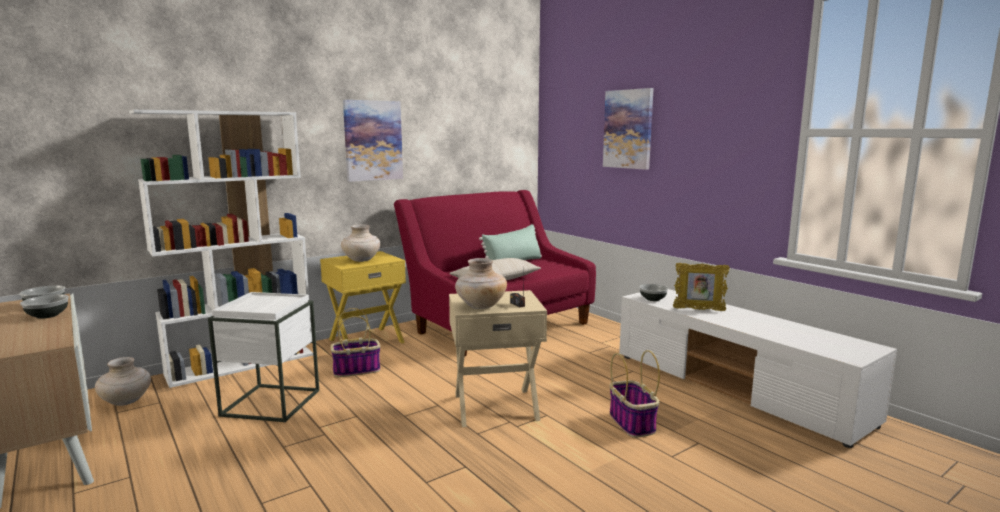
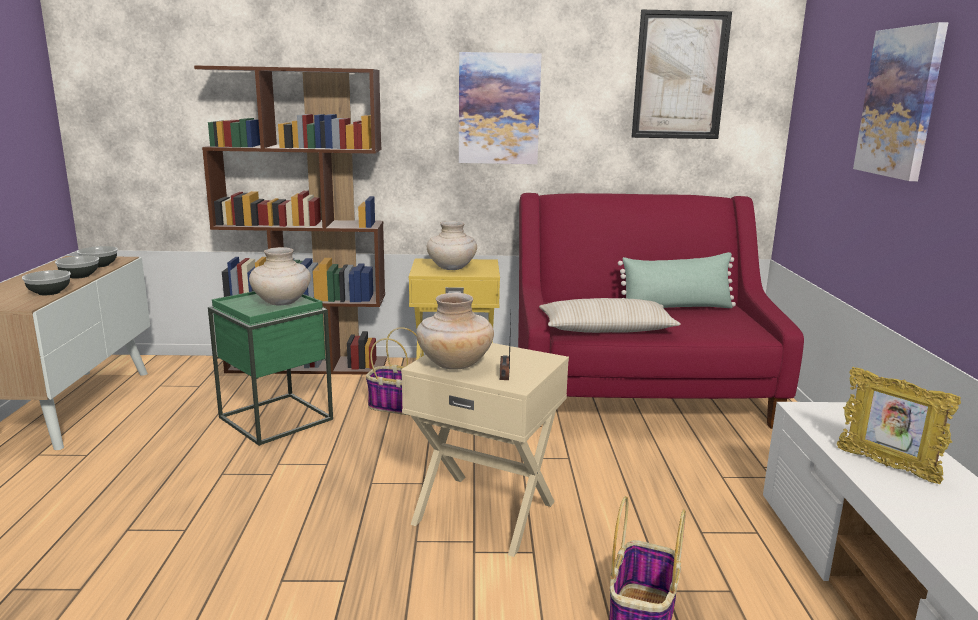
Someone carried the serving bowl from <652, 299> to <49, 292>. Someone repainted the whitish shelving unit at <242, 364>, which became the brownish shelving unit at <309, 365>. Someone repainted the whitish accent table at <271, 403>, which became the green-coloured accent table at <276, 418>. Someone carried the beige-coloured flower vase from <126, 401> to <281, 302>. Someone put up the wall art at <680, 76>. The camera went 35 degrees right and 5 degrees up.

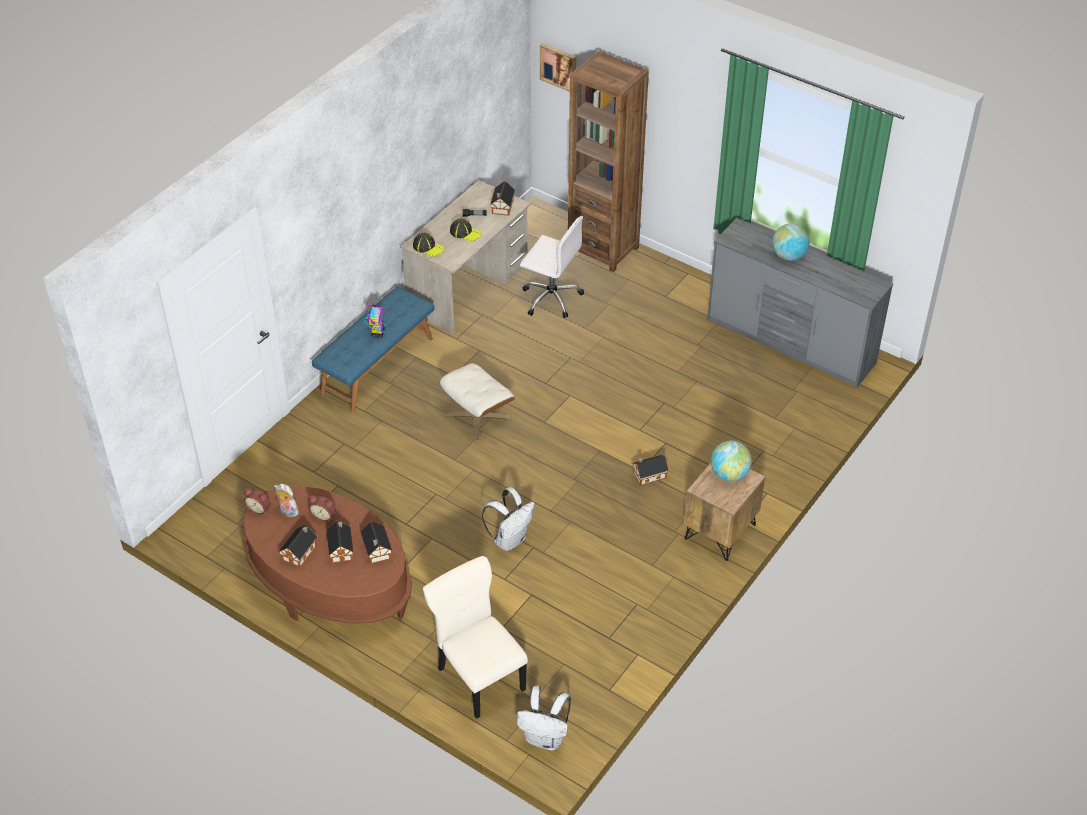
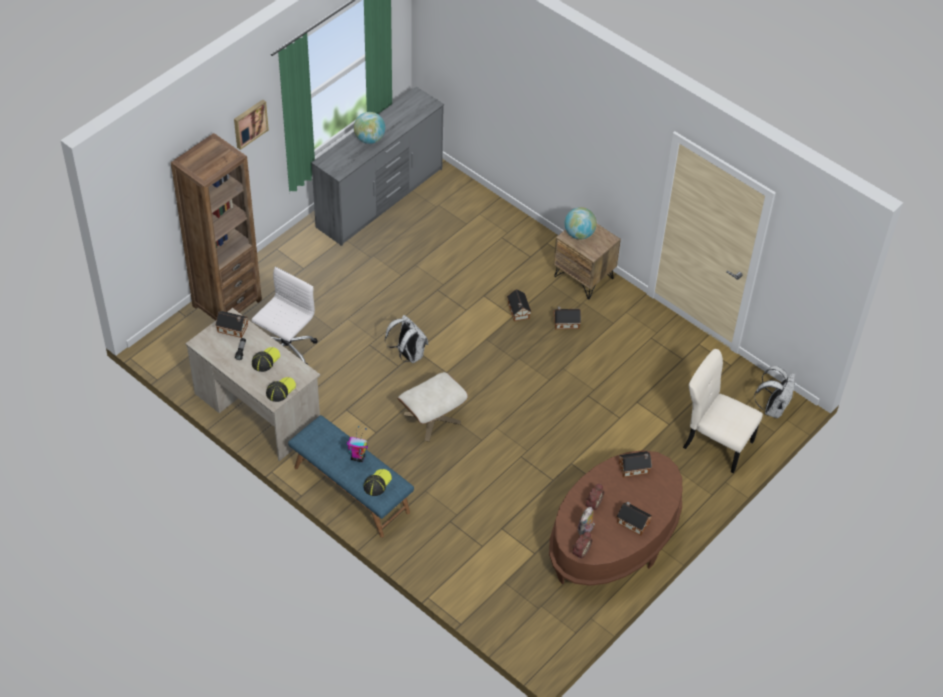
Someone carried the wall art from <559, 66> to <249, 123>. Someone put down the cap at <377, 483>. Someone carried the whitish rucksack from <510, 539> to <408, 355>. Someone carried the miniature house from <341, 548> to <565, 322>. Someone rotated the beige-coloured upright chair at <479, 676> by 60 degrees clockwise. The camera went 85 degrees left and 5 degrees up.

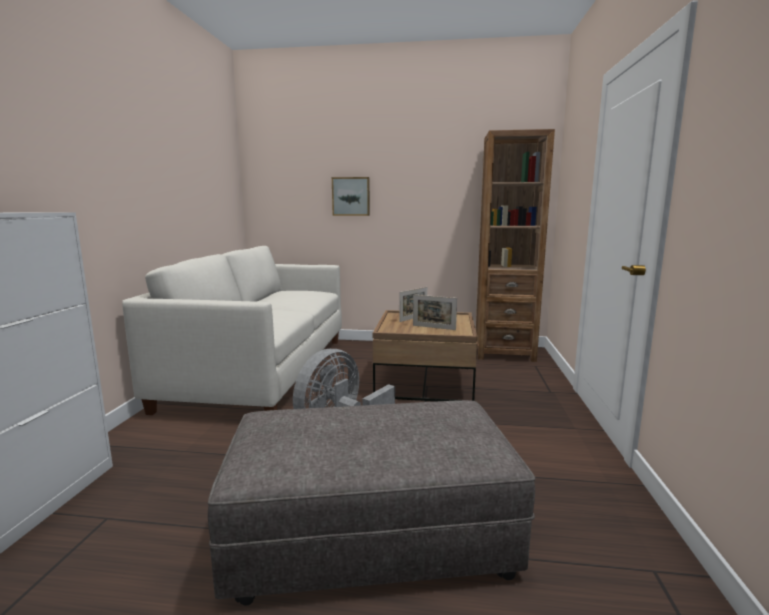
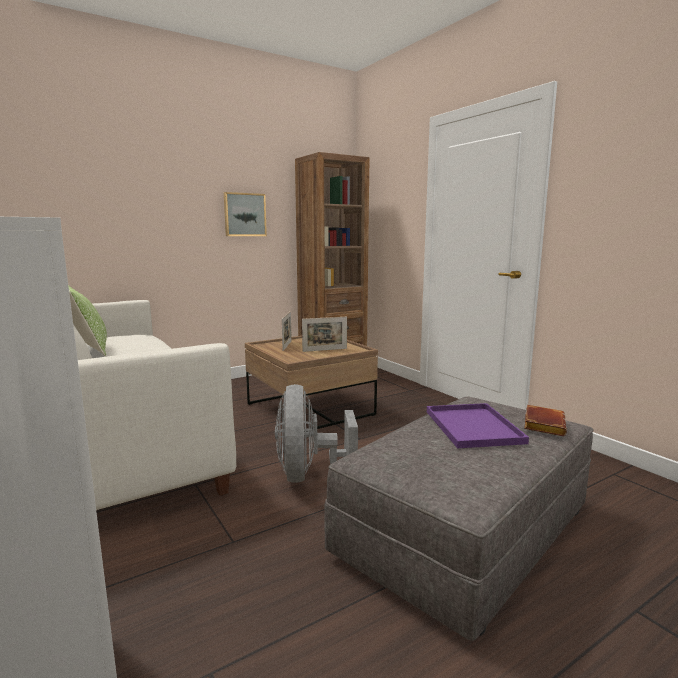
Someone put down the throw pillow at <90, 350>. Someone carried the wall art from <351, 196> to <244, 214>. Someone put down the purplish tray at <471, 426>. Someone put down the brownish bound book at <542, 424>. The camera went 40 degrees left and 0 degrees up.

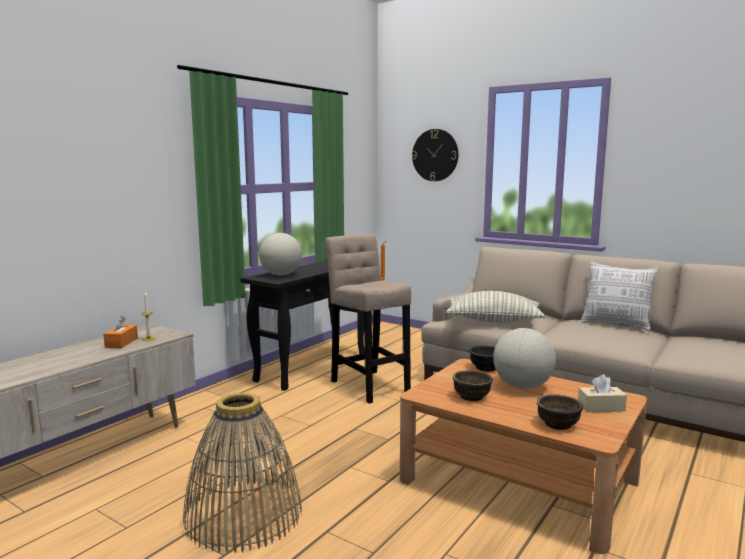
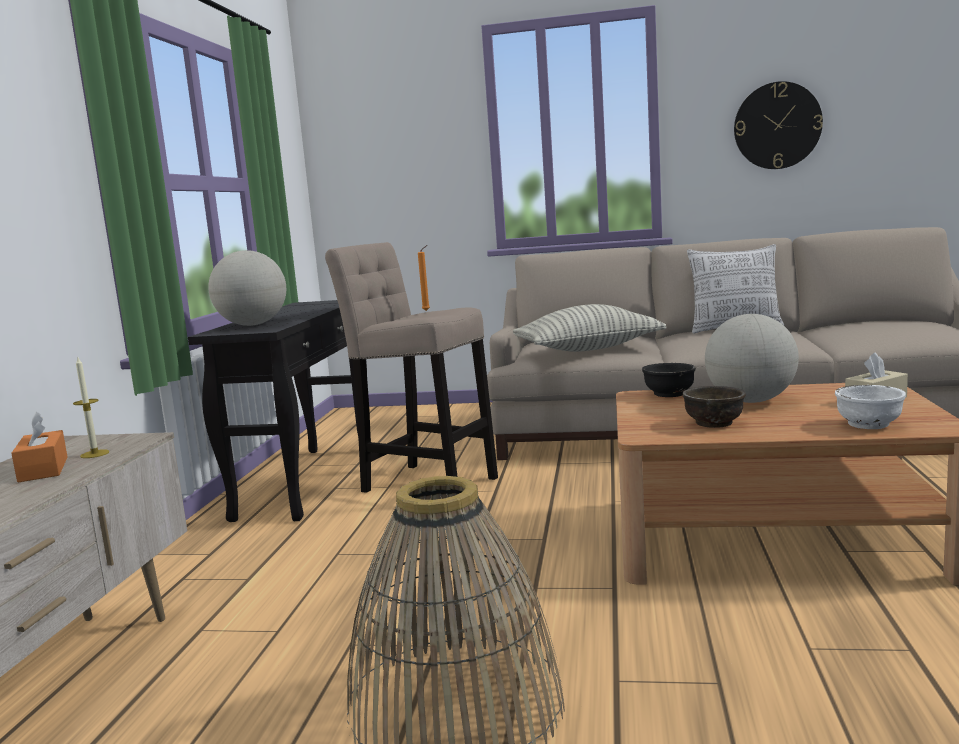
Someone carried the clock on the wall from <435, 155> to <777, 126>. Someone repainted the brownish serving bowl at <558, 424>, which became the whitish serving bowl at <868, 424>. The camera went 25 degrees left and 0 degrees up.

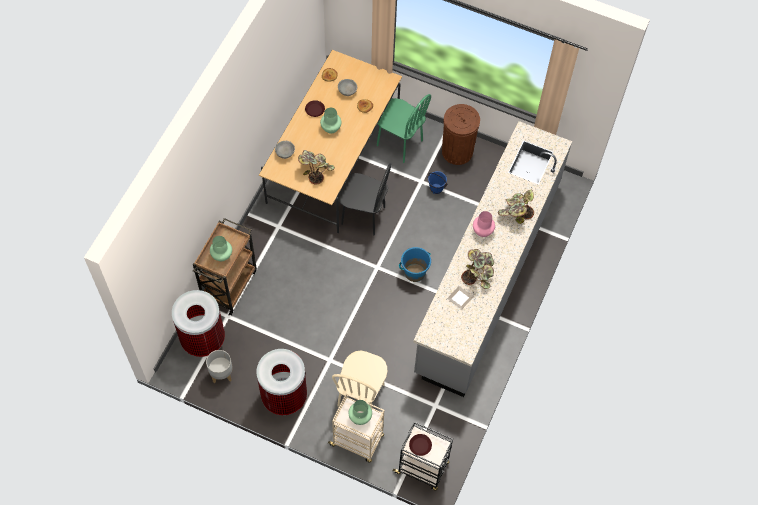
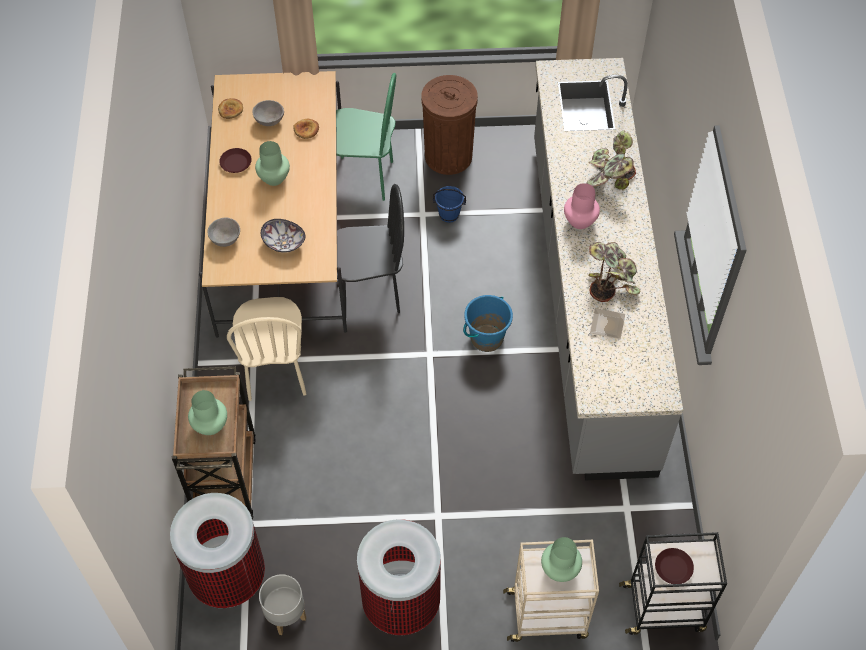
Someone carried the beige-coloured upright chair from <361, 395> to <275, 373>. Someone swapped the plant in a pot at <315, 170> for the serving bowl at <284, 243>. The camera went 25 degrees left and 5 degrees down.

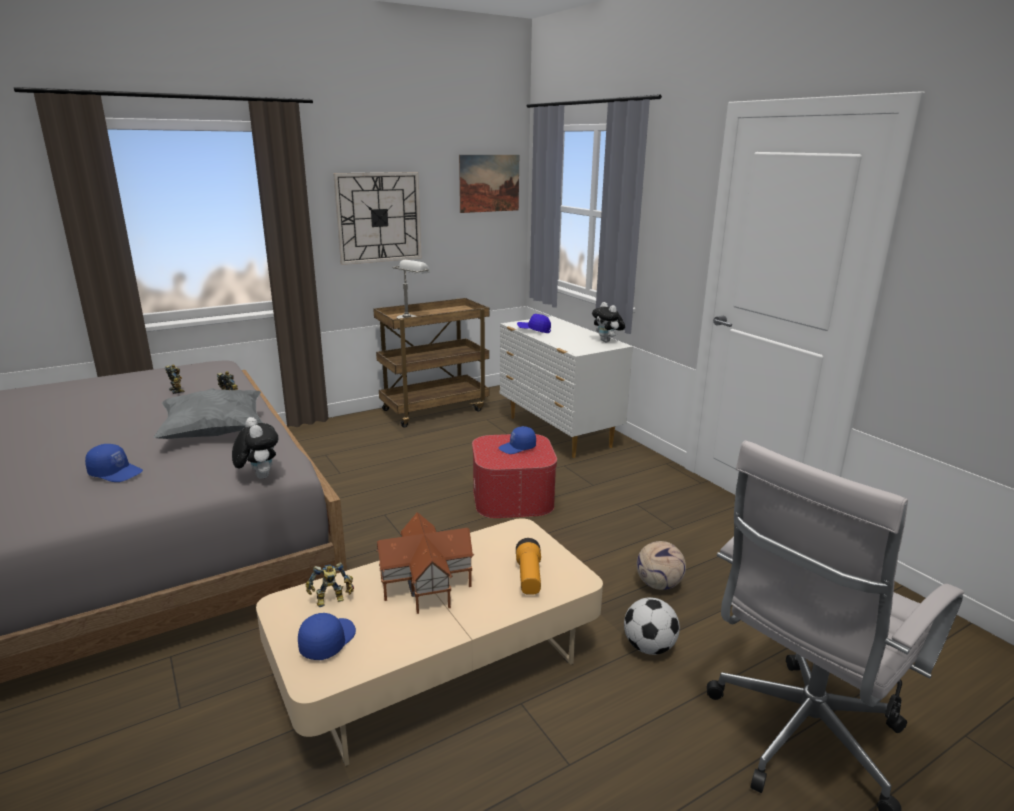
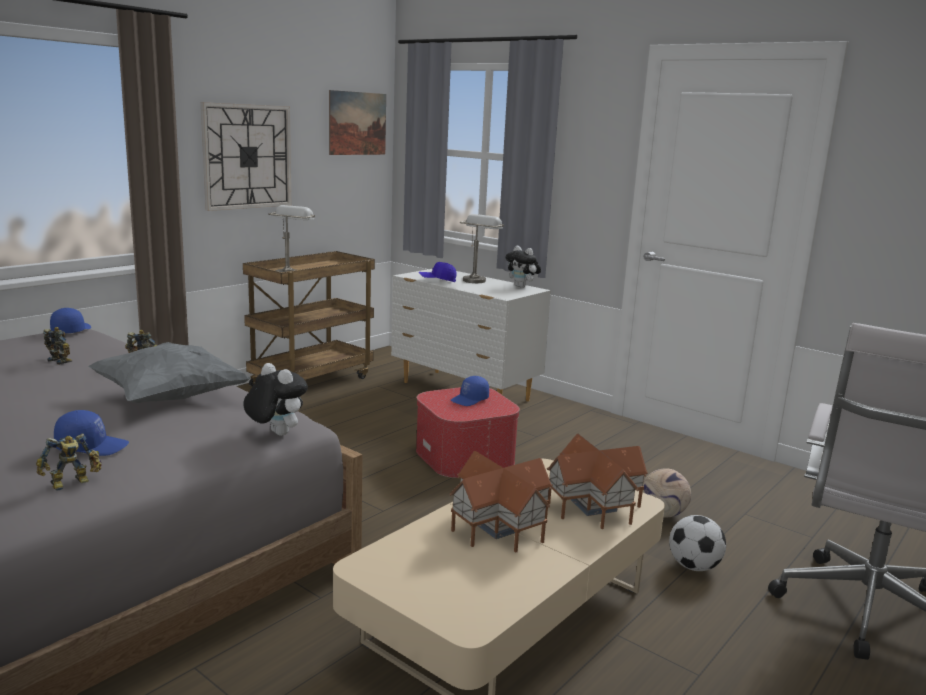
Someone carried the model robot from <331, 600> to <72, 483>. Someone carried the blue-coloured cap from <327, 641> to <71, 330>. Someone put down the gray table lamp at <477, 279>. Someone swapped the hand torch at <529, 577> for the miniature house at <593, 506>. The camera went 20 degrees left and 5 degrees down.

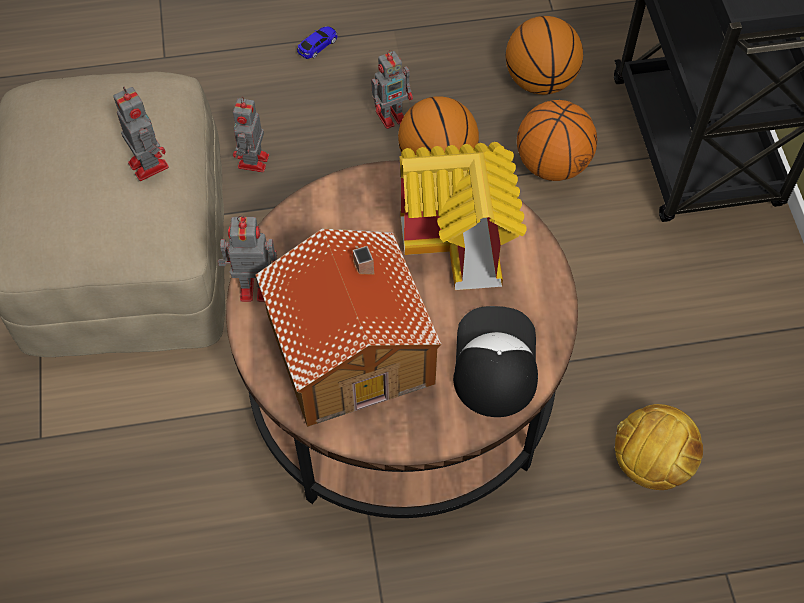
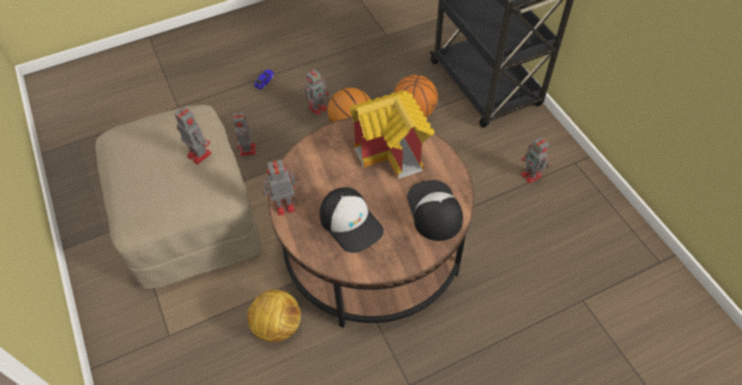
Someone carried the ball for football from <650, 464> to <277, 326>. Someone swapped the miniature house at <352, 345> for the cap at <351, 223>. Someone put down the model robot at <531, 176>. Someone took away the basketball at <539, 81>. The camera went 15 degrees left and 5 degrees down.

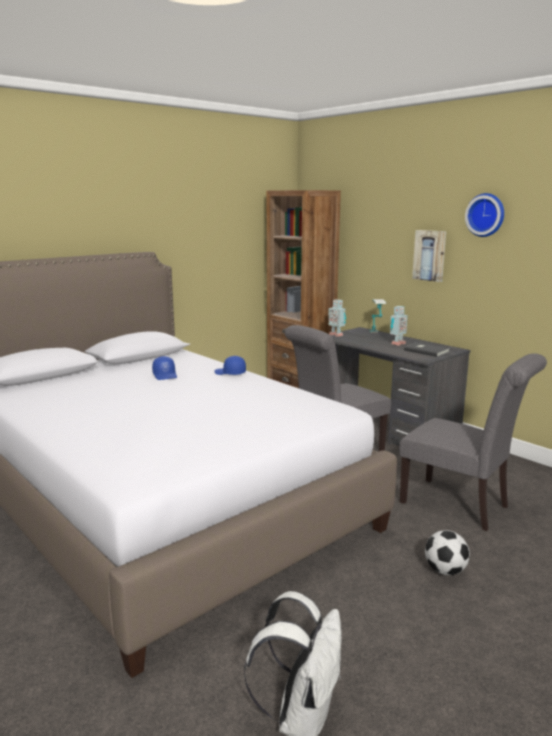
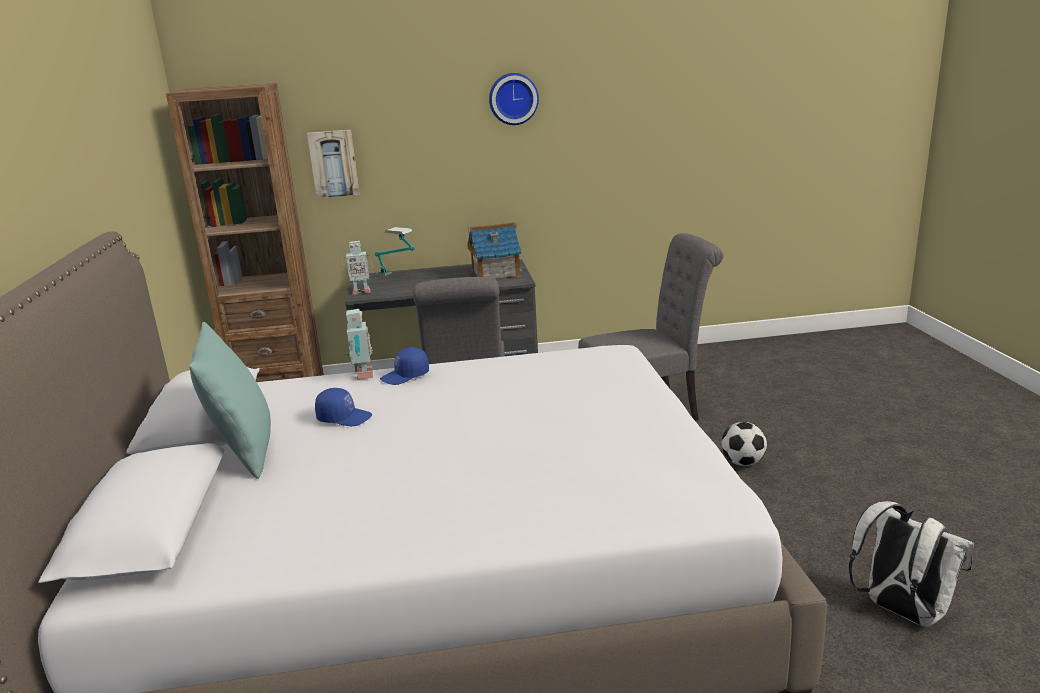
Someone put down the turquoise-coloured throw pillow at <244, 450>. Someone carried the wall art from <430, 255> to <333, 163>. Someone carried the model robot from <397, 344> to <362, 375>. Someone swapped the gray bound book at <426, 350> for the miniature house at <495, 273>. The camera went 55 degrees left and 5 degrees up.

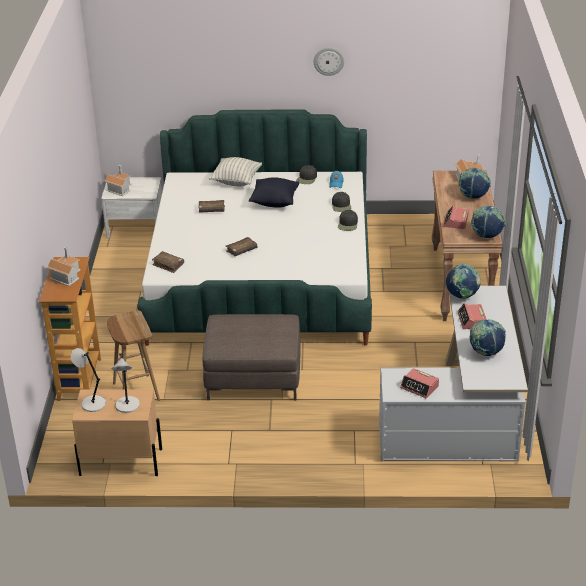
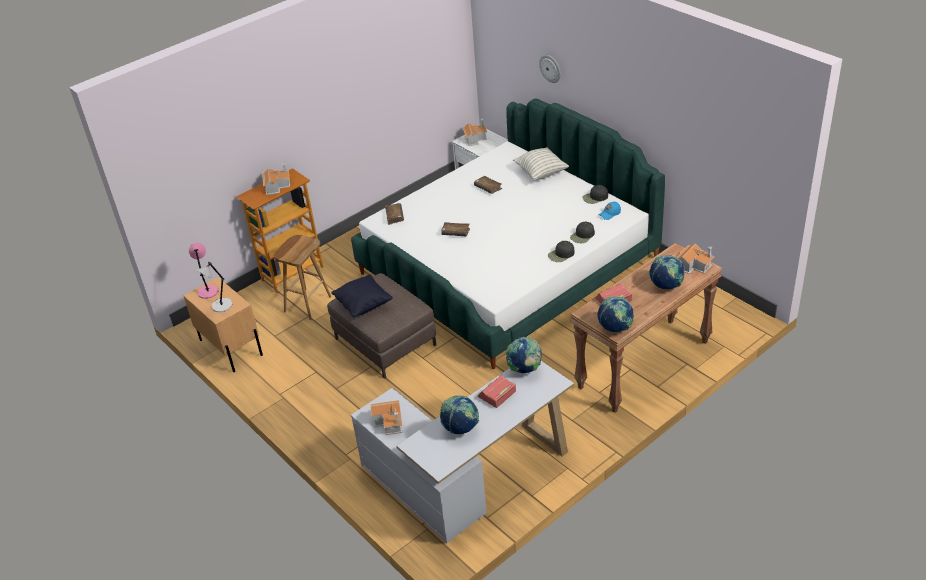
Someone repainted the gray table lamp at <92, 403>, which became the pink table lamp at <208, 291>. Someone carried the blackish throw pillow from <274, 202> to <363, 305>. Someone swapped the table clock at <419, 387> for the miniature house at <390, 422>. Someone carried the clock on the wall from <328, 61> to <550, 68>. The camera went 50 degrees right and 5 degrees up.

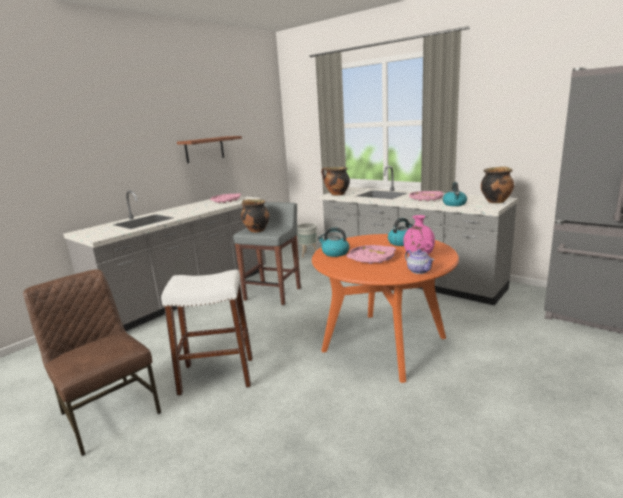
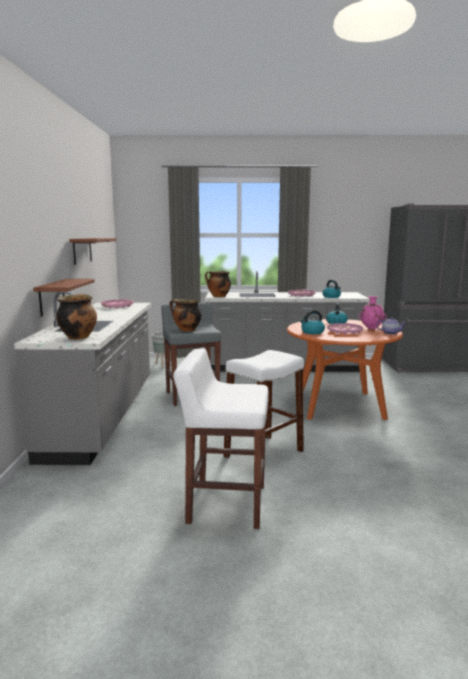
Someone put up the brownish wall shelf at <52, 297>. Someone carried the saucepot from <496, 201> to <78, 337>. Someone swapped the brownish upright chair at <108, 413> for the whitish stool seat at <225, 504>. The camera went 40 degrees left and 5 degrees down.

